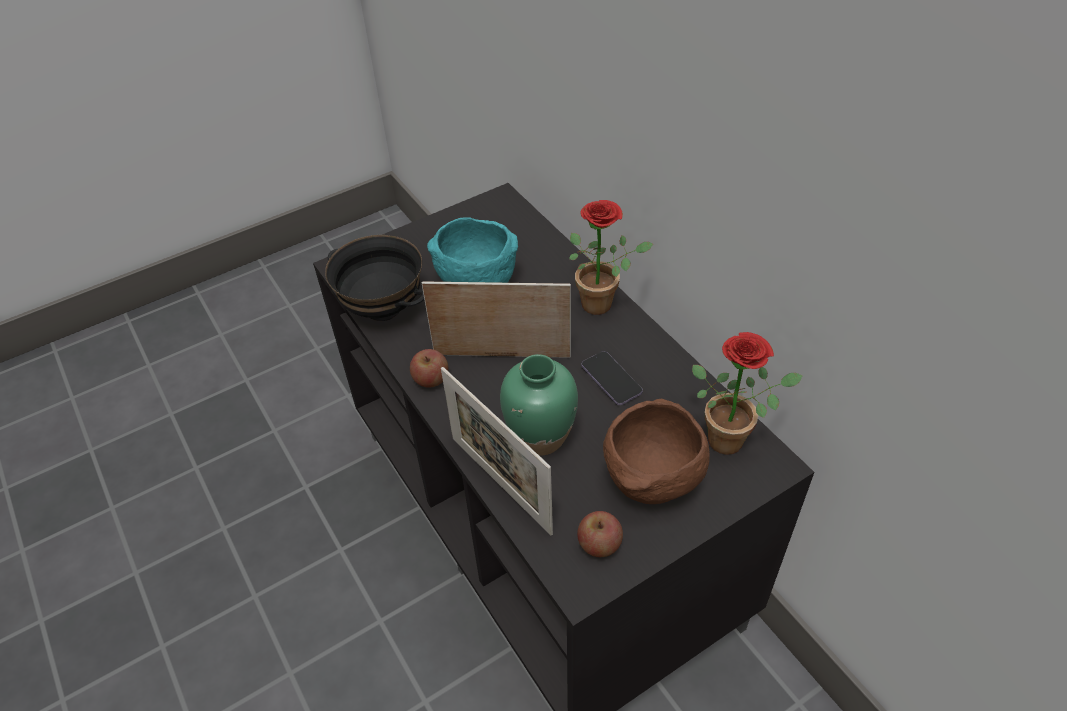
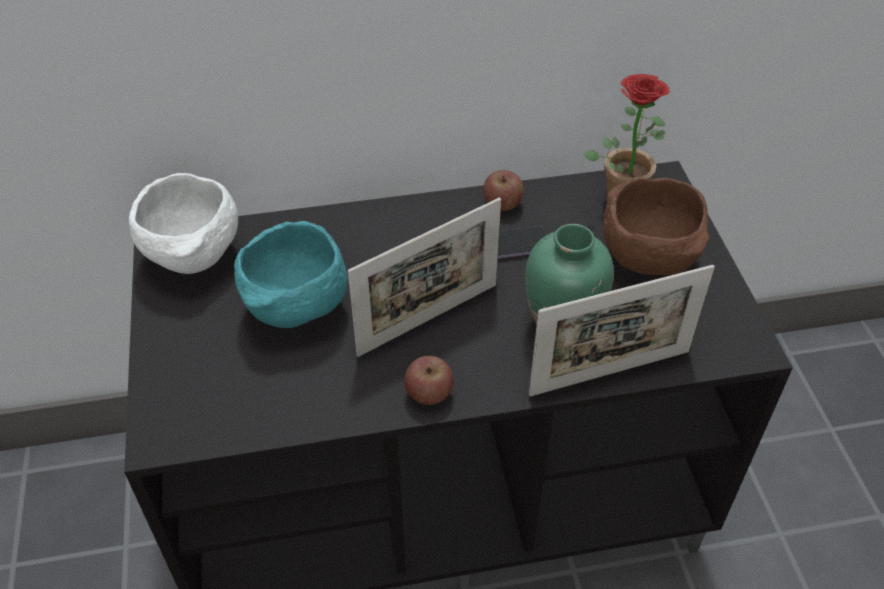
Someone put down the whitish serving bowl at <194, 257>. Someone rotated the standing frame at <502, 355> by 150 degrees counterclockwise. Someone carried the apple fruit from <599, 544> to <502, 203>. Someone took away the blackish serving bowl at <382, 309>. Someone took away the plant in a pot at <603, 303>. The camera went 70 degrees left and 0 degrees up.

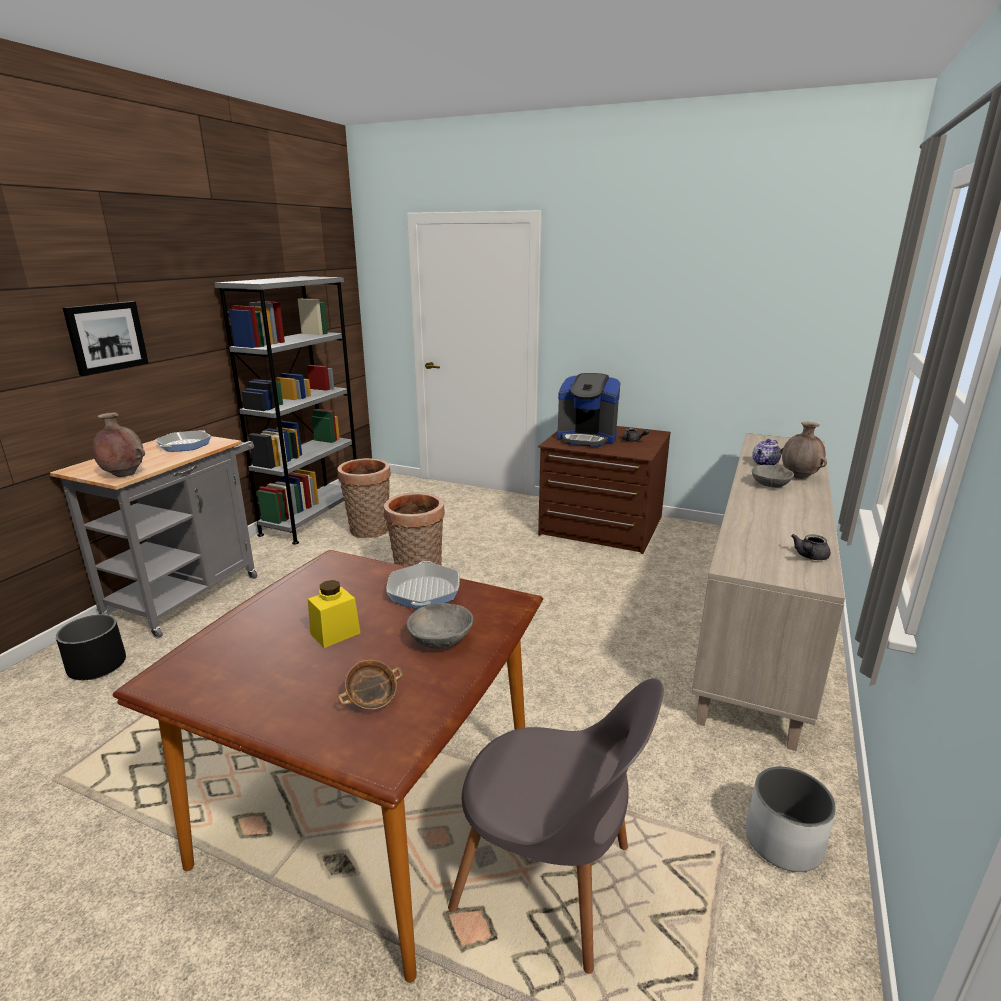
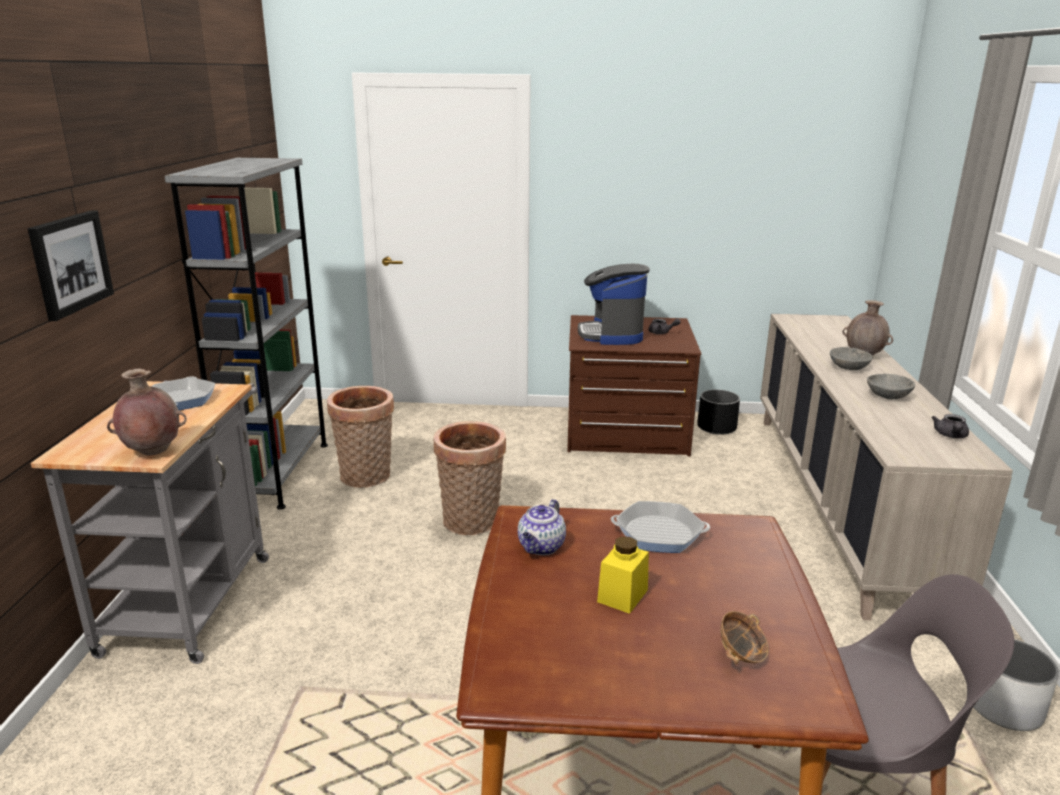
Someone carried the teapot from <765, 464> to <541, 547>. Someone rotated the coffee machine at <587, 438> by 90 degrees clockwise. Someone rotated the pan at <424, 592> by 60 degrees counterclockwise. Someone carried the blackish planter from <98, 666> to <717, 427>. Someone carried the gray serving bowl from <441, 640> to <888, 396>. The camera went 20 degrees left and 0 degrees up.

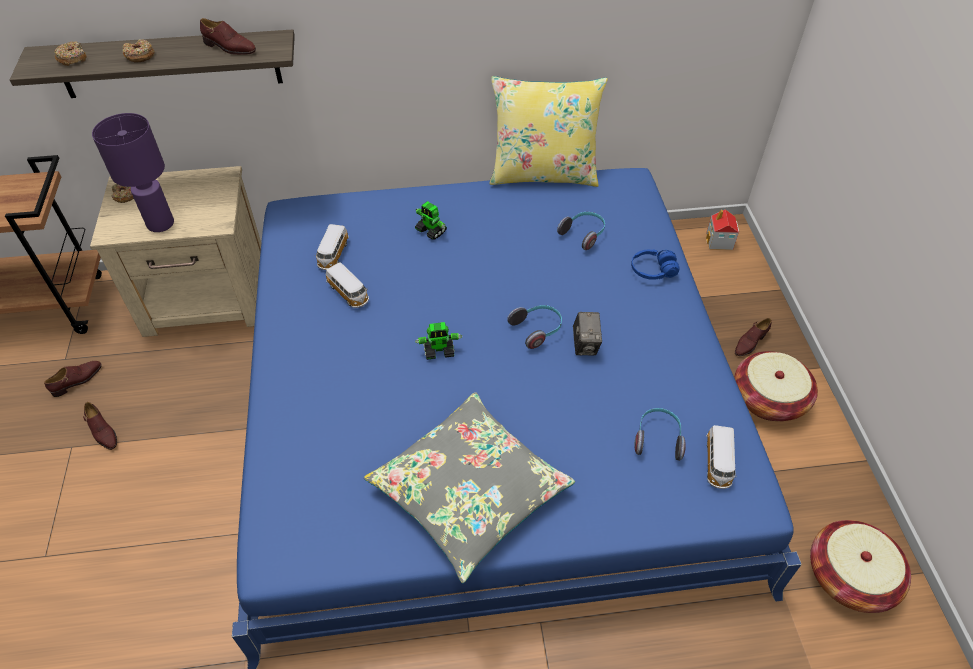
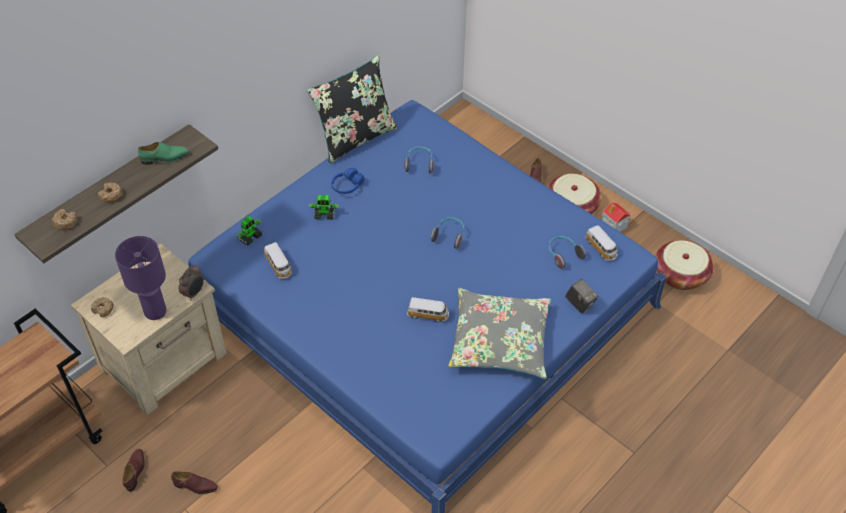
Someone repainted the brownish shoe at <229, 47>, which became the green-coloured shoe at <165, 158>. Someone put down the table clock at <194, 293>. Someone carried the model robot from <439, 350> to <250, 237>. Someone repainted the yellow throw pillow at <543, 173>, which became the blackish throw pillow at <355, 137>. Someone carried the blue-coloured pair of headphones from <653, 270> to <347, 186>. Someone carried the model car from <349, 293> to <428, 315>. Someone carried the still camera from <585, 345> to <580, 304>. Someone carried the miniature house from <719, 241> to <614, 226>. The camera went 40 degrees left and 0 degrees up.

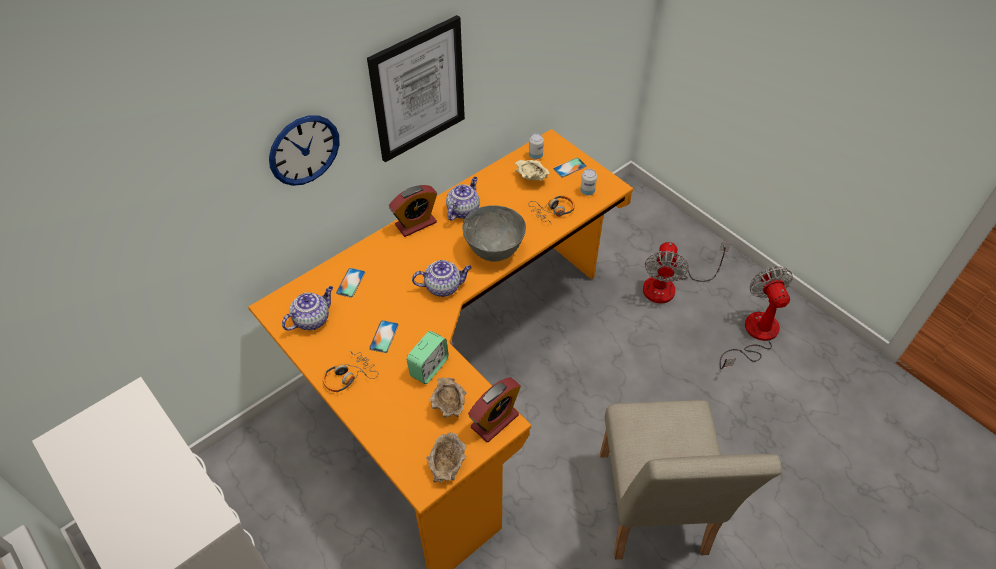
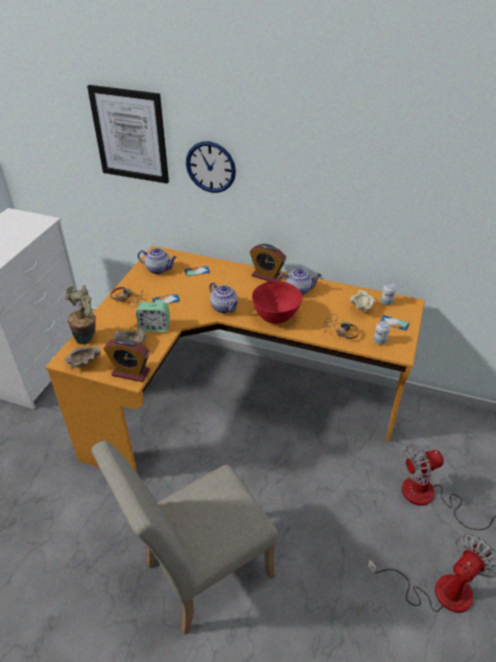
Someone put down the plant in a pot at <87, 337>. Someone carried the wall art from <418, 89> to <130, 135>. Someone repainted the gray serving bowl at <494, 251>, which became the red-coloured serving bowl at <275, 317>. The camera went 60 degrees right and 10 degrees down.

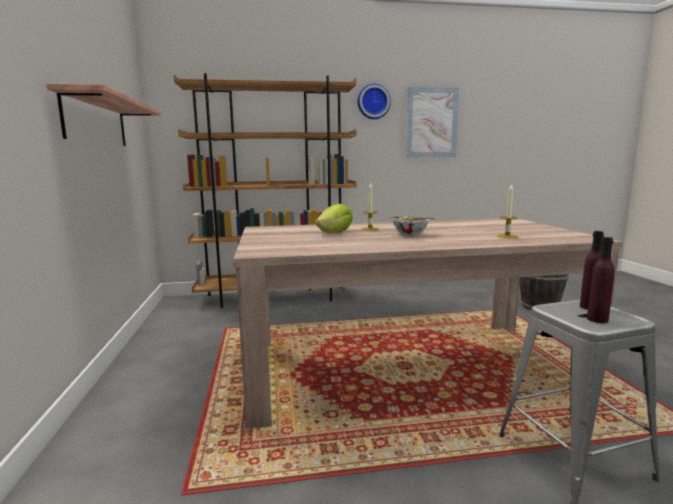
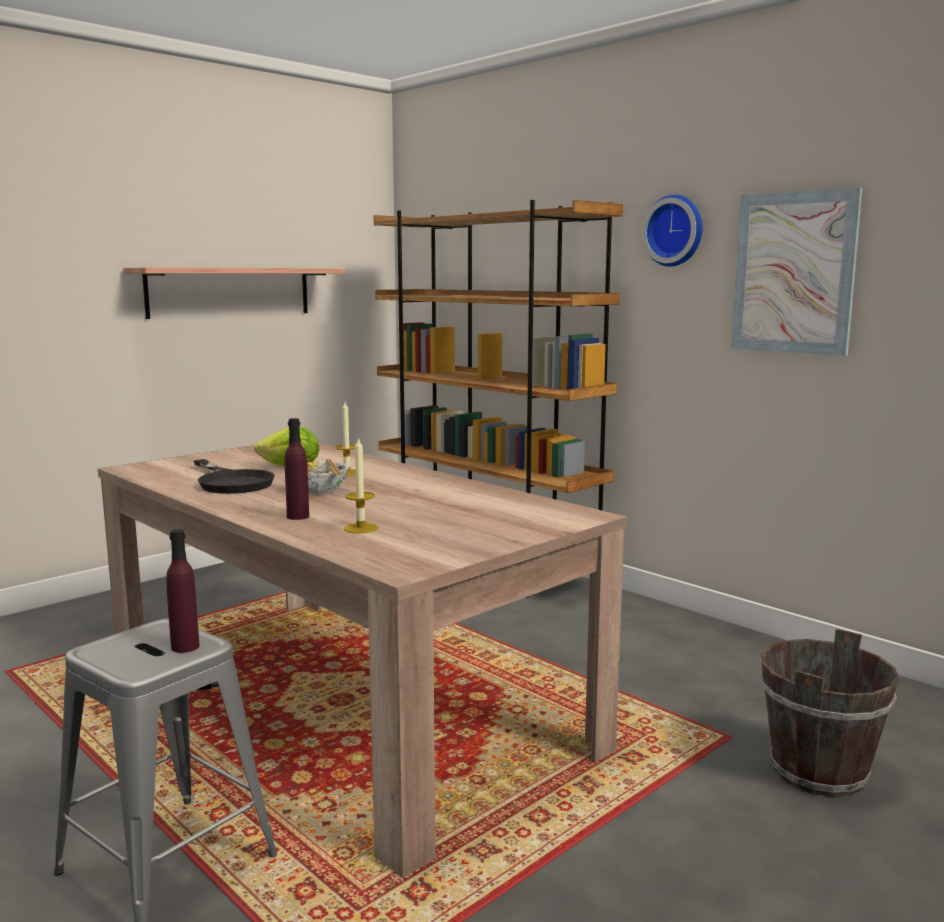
Someone put down the blackish pan at <231, 482>. Someone carried the purplish bottle from <597, 319> to <298, 516>. The camera went 55 degrees right and 0 degrees up.

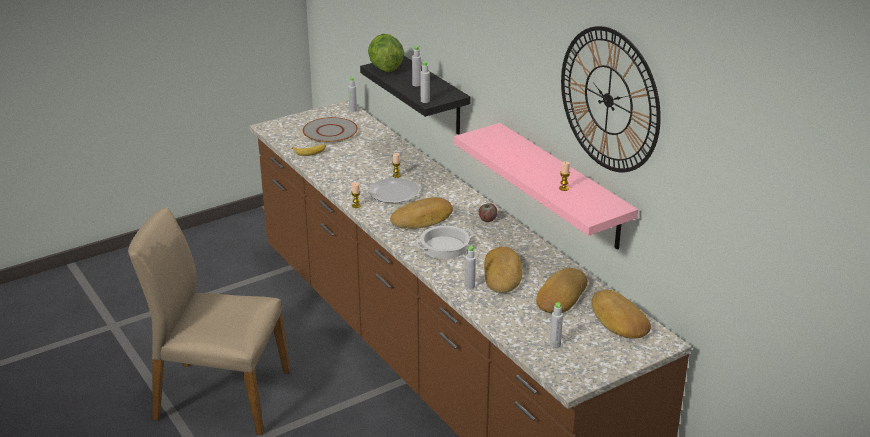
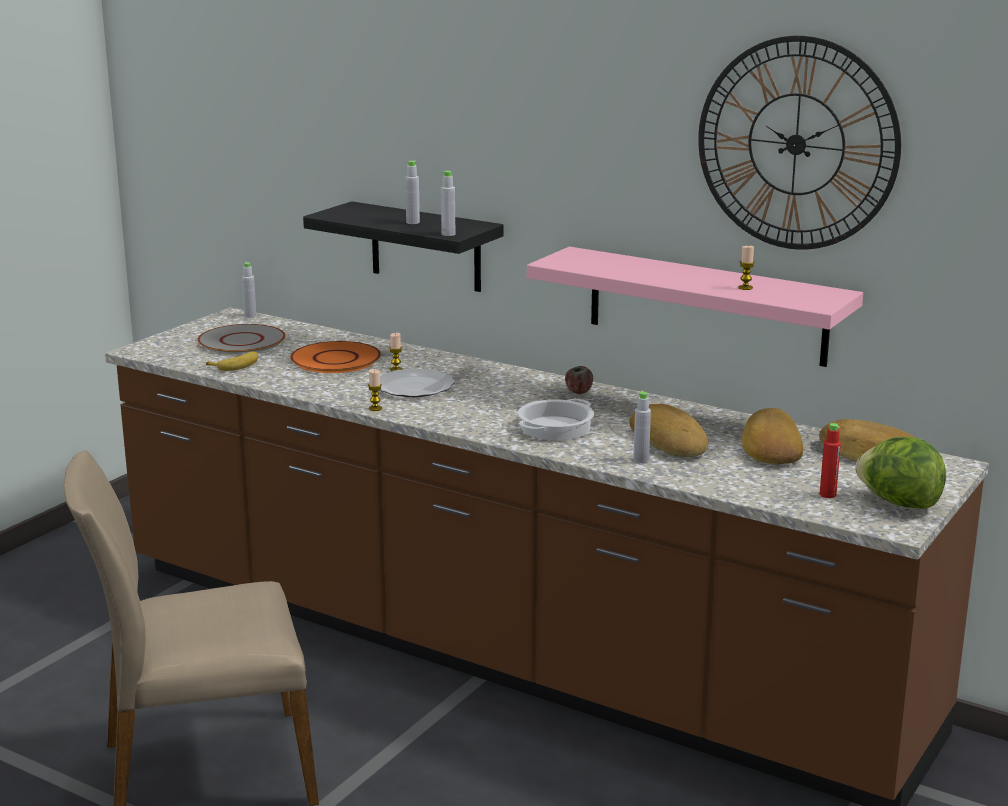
Someone put down the orange-coloured flat dish at <335, 359>. Someone repainted the gray bottle at <555, 345>, which became the red-coloured bottle at <827, 495>. Someone carried the lettuce from <385, 68> to <898, 503>. Someone took away the bread at <423, 219>. The camera went 25 degrees left and 10 degrees down.

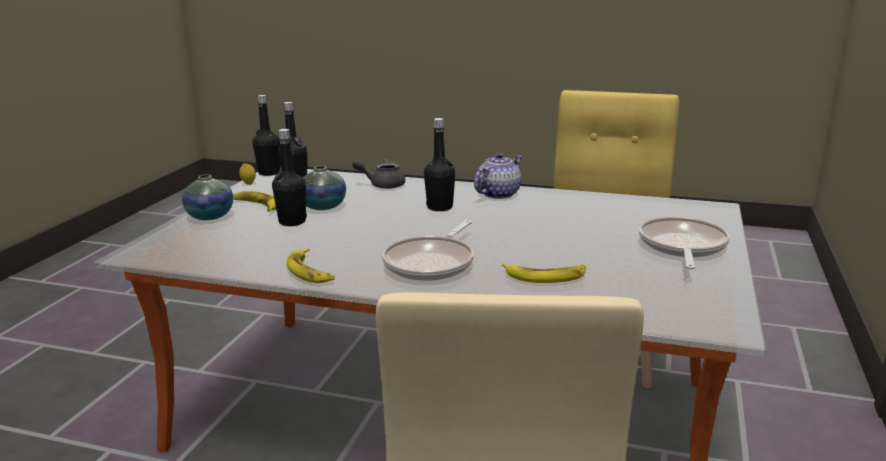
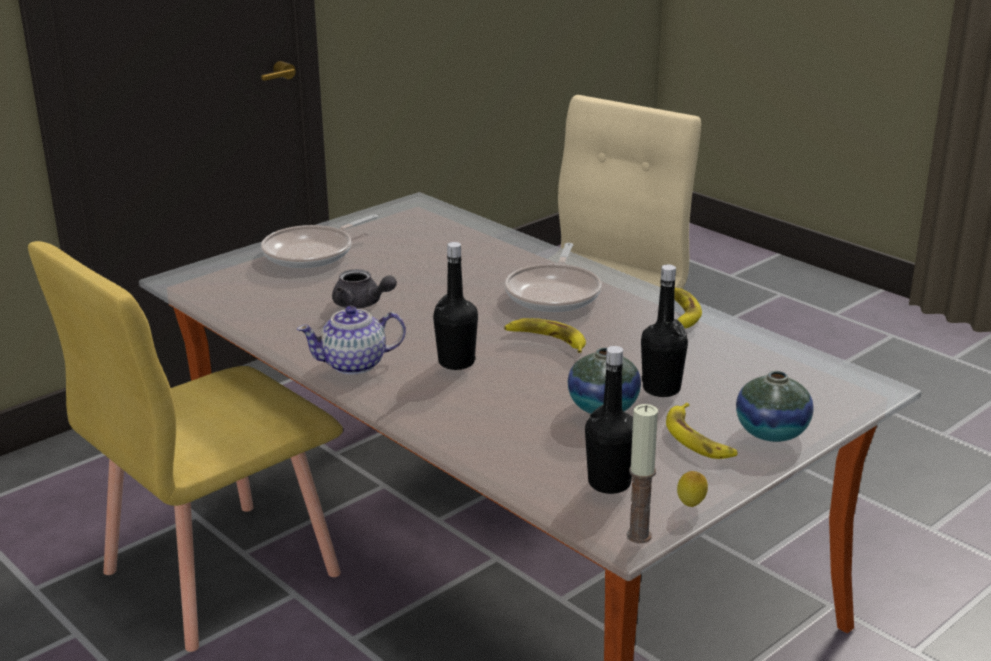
Someone carried the gray teapot from <382, 185> to <362, 304>. Someone carried the banana fruit from <545, 276> to <547, 340>. Someone rotated the pan at <432, 263> by 135 degrees clockwise. Someone swapped the blackish bottle at <269, 173> for the candle at <639, 535>. The camera went 150 degrees left and 5 degrees up.

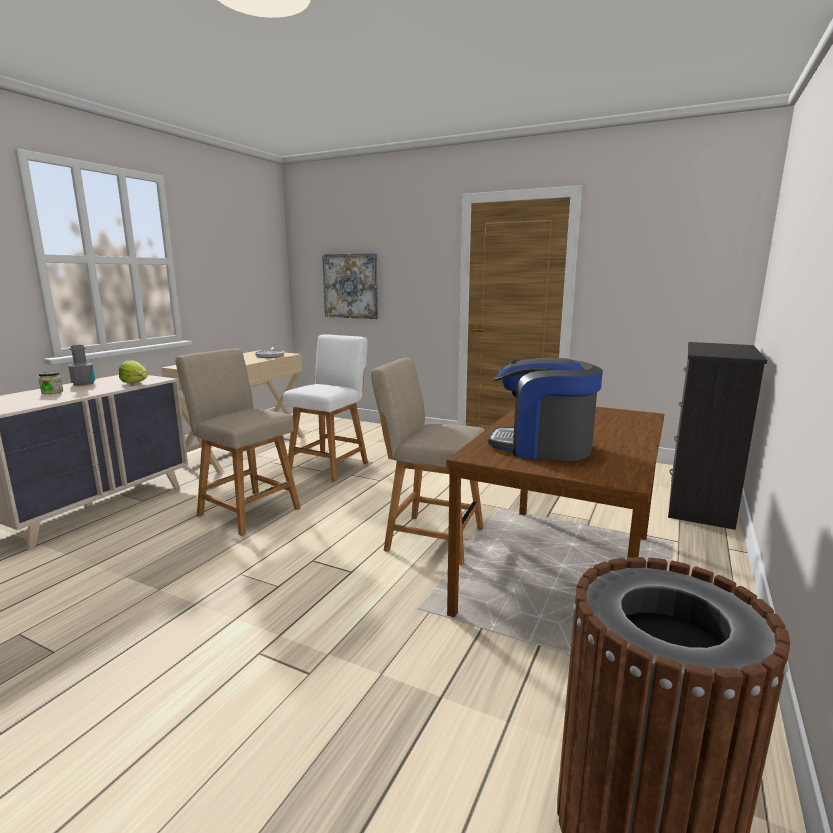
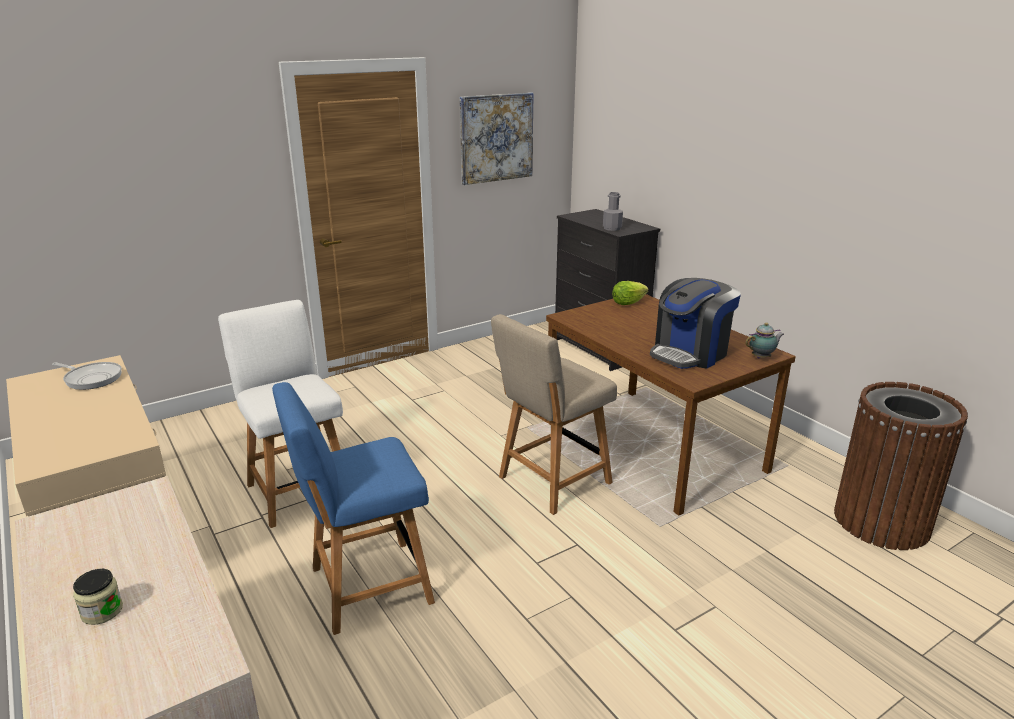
Someone repainted the beige-coloured upright chair at <246, 511>, which became the blue-coloured upright chair at <364, 587>. Someone carried the wall art from <351, 286> to <496, 138>. Someone carried the gray bottle from <83, 383> to <612, 228>. Someone carried the lettuce from <135, 383> to <627, 303>. Someone put down the teapot at <762, 357>. The camera went 60 degrees left and 10 degrees up.

